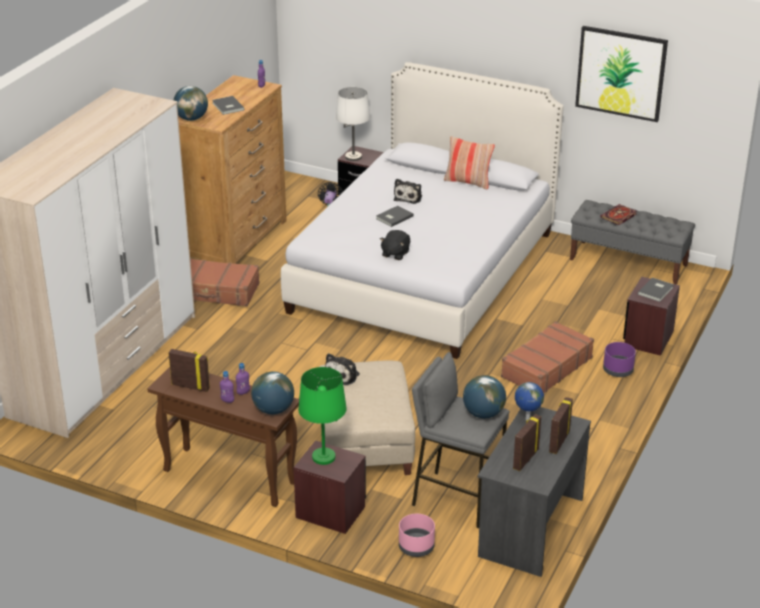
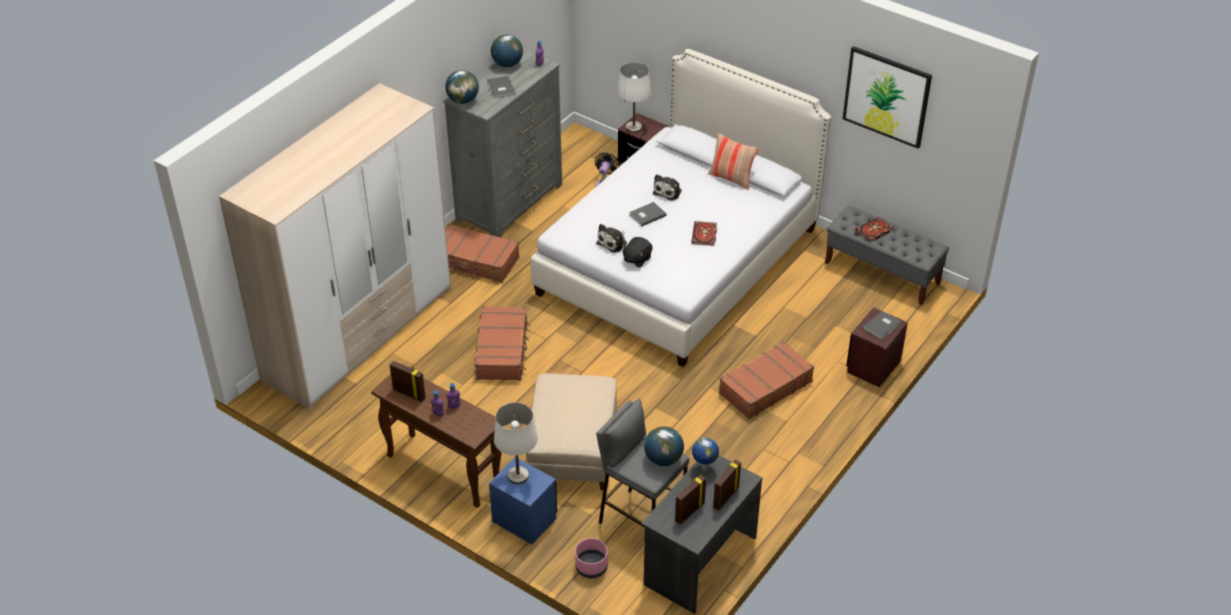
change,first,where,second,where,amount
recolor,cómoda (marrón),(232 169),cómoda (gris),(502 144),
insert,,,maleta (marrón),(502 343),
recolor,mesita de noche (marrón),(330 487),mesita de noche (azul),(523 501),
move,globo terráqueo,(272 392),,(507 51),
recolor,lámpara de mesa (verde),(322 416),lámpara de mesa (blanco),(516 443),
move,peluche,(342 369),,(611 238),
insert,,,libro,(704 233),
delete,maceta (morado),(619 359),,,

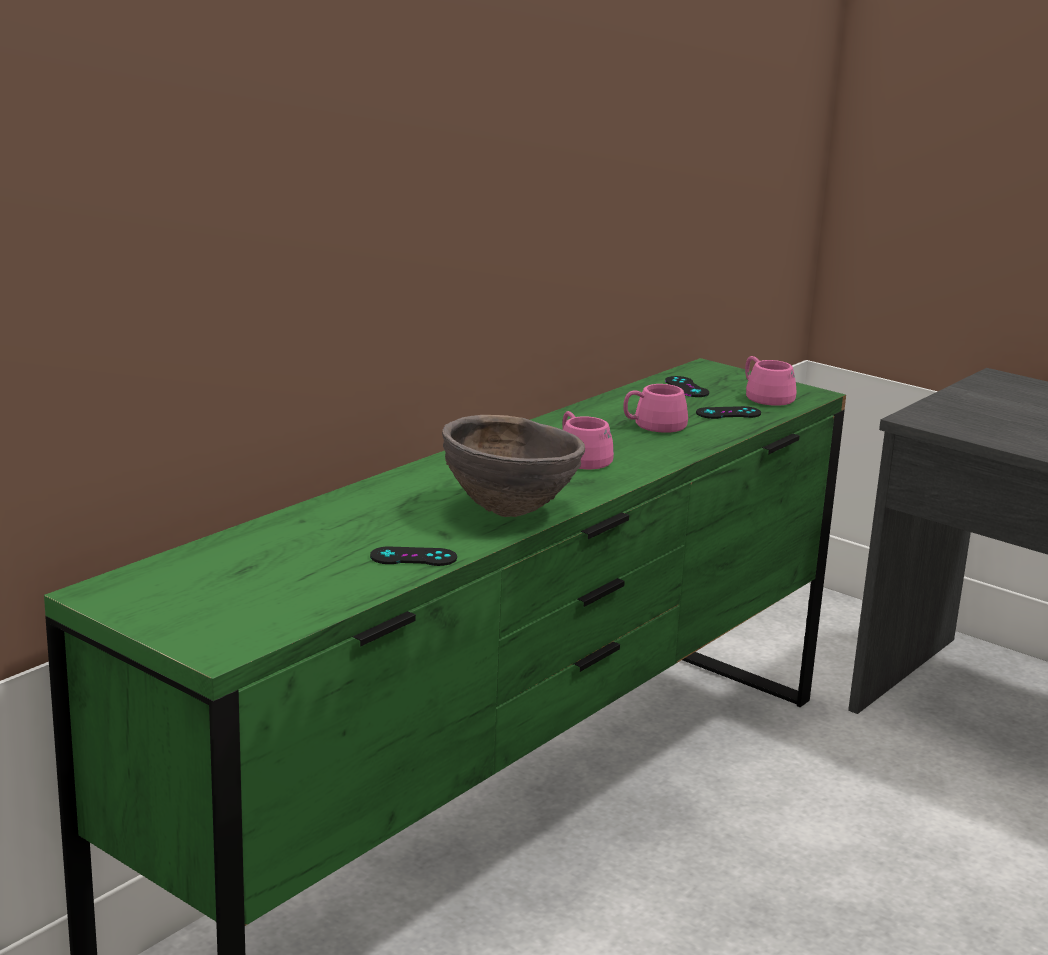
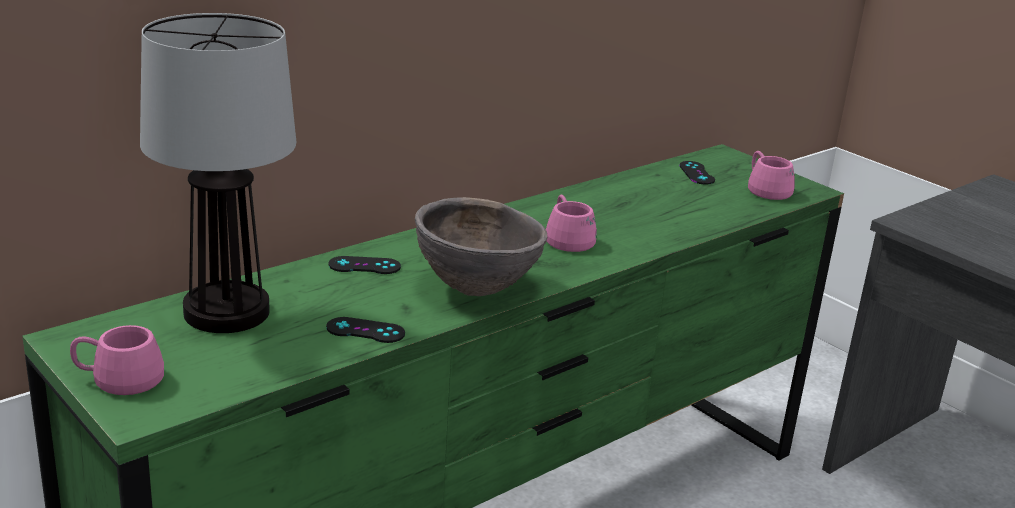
change,first,where,second,where,amount
move,taza grande (rosa),(655 408),,(117 360),
insert,,,lámpara de mesa,(218 173),
move,mando de consola (negro),(728 412),,(365 265),

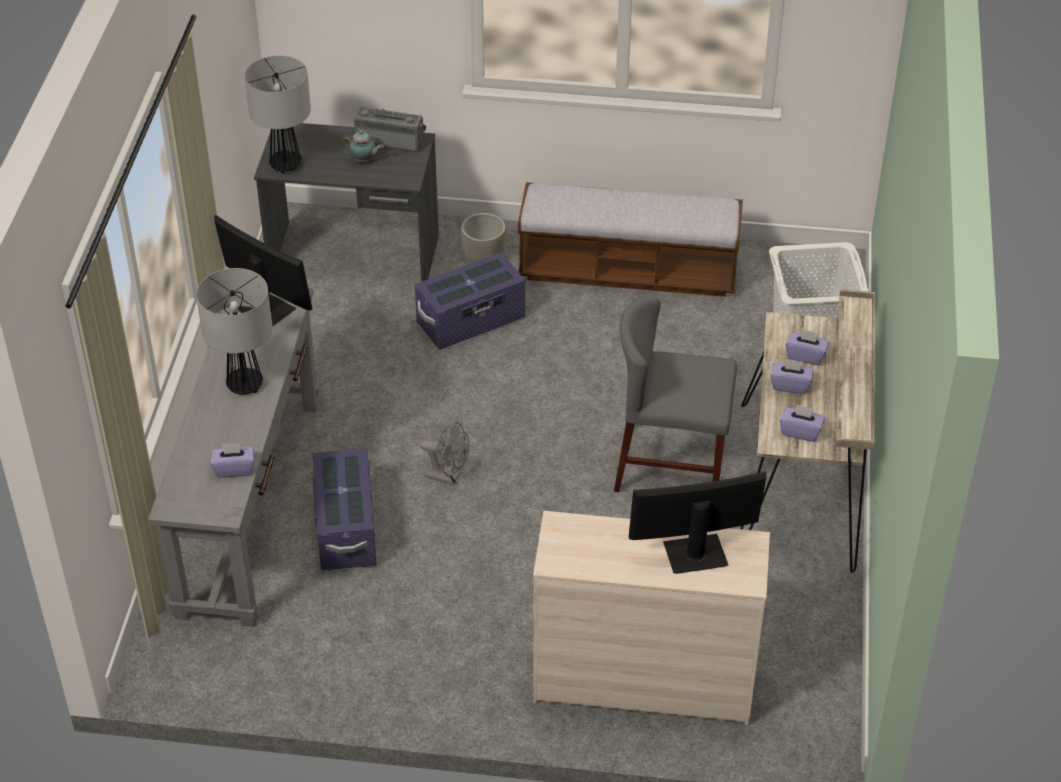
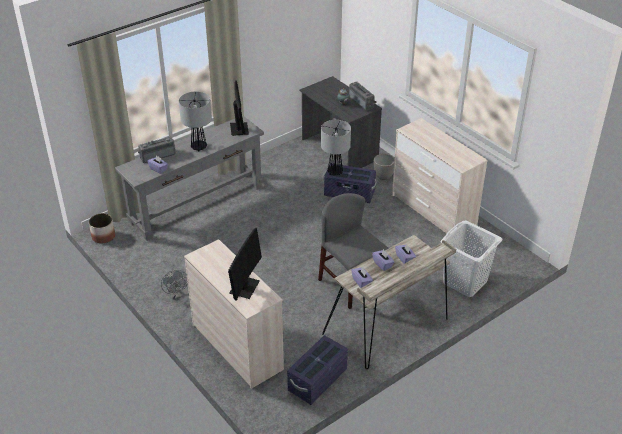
change,first,where,second,where,amount
insert,,,maceta,(102 228),
insert,,,radio,(156 149),
move,ventilador (gris),(444 453),,(174 285),
rotate,monitor,(697 522),,(245 264),75 degrees clockwise
move,caja de almacenaje (morado),(344 509),,(317 370),
move,lámpara de mesa,(277 114),,(336 147),
replace,banco,(630 239),cómoda (beis),(440 175),

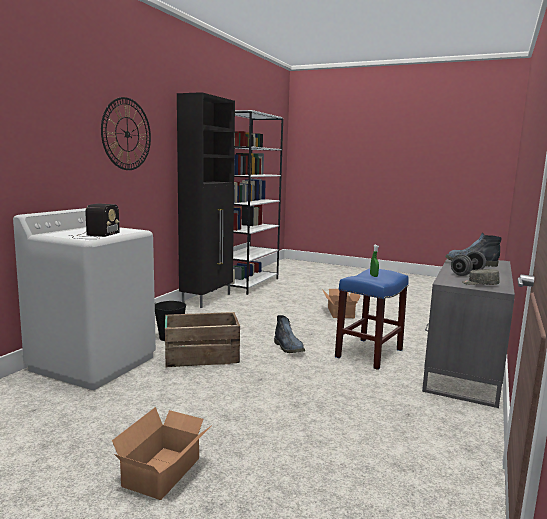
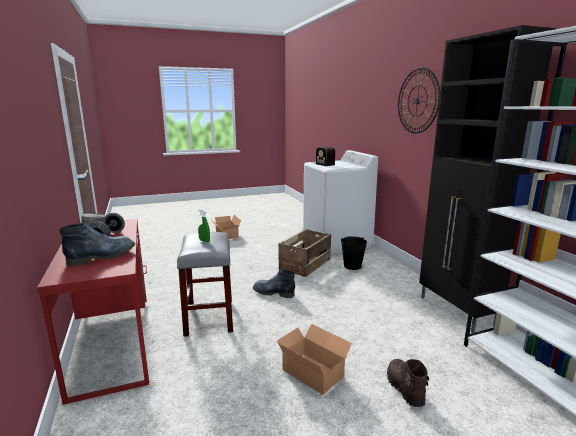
change,first,where,second,where,amount
recolor,escritorio (gris),(468 333),escritorio (rojo),(93 312),
recolor,taburete (azul),(372 319),taburete (gris),(205 284),
insert,,,bota (marrón),(408 383),

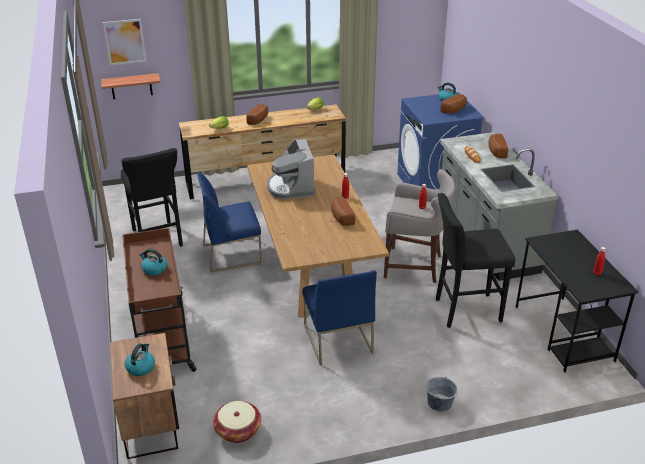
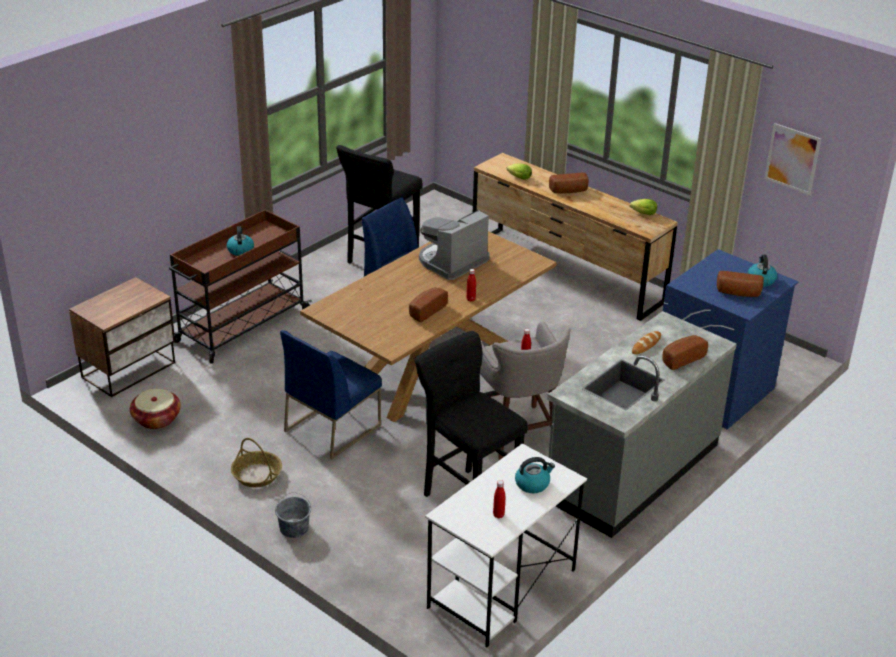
change,first,where,second,where,amount
insert,,,cesta,(256 462),
recolor,escritorio (negro),(577 301),escritorio (blanco),(506 545),
move,hervidor,(140 359),,(535 475),
move,cuadro,(125 42),,(792 159),
delete,estante,(131 86),,,

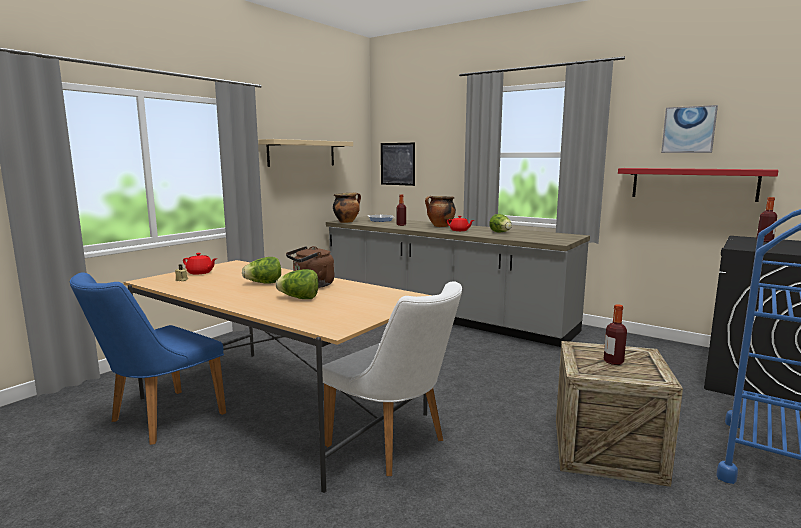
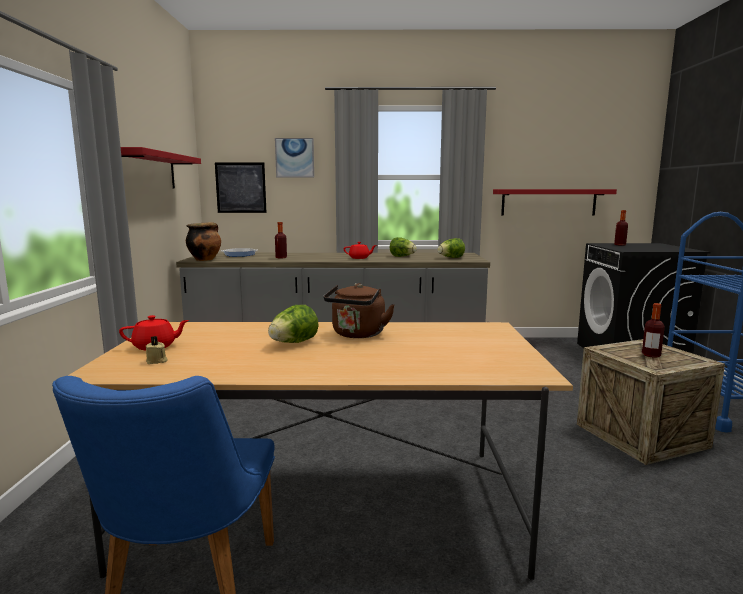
change,first,where,second,where,amount
recolor,estante (beis),(305 153),estante (rojo),(161 167),
move,cuadro,(689 129),,(294 158),
move,lechuga,(297 284),,(451 248),
delete,silla (blanco),(392 378),,,
delete,olla,(440 211),,,

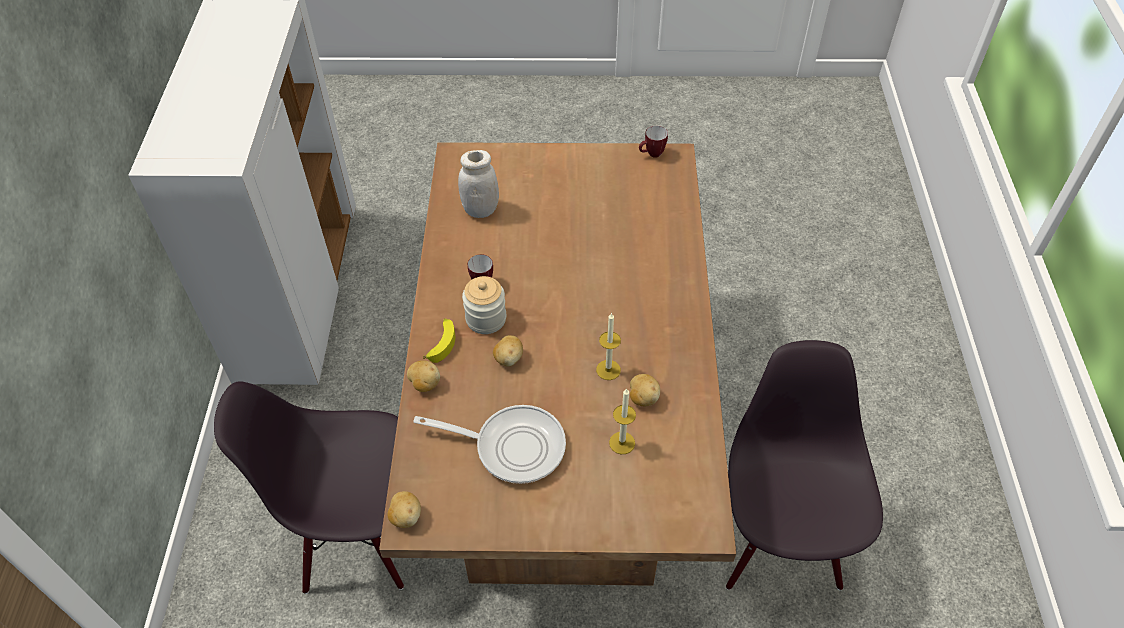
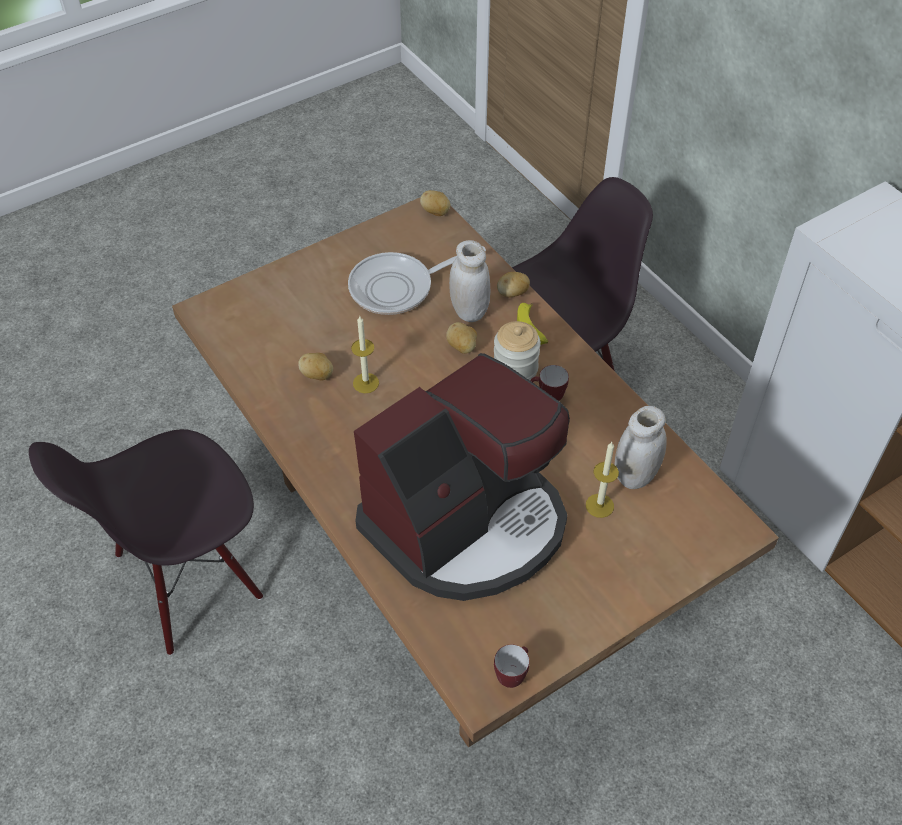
change,first,where,second,where,amount
rotate,silla (negro),(804 465),,(146 542),90 degrees clockwise
insert,,,cafetera,(462 477),
insert,,,tarro (blanco),(469 281),
move,vela,(622 421),,(602 480),

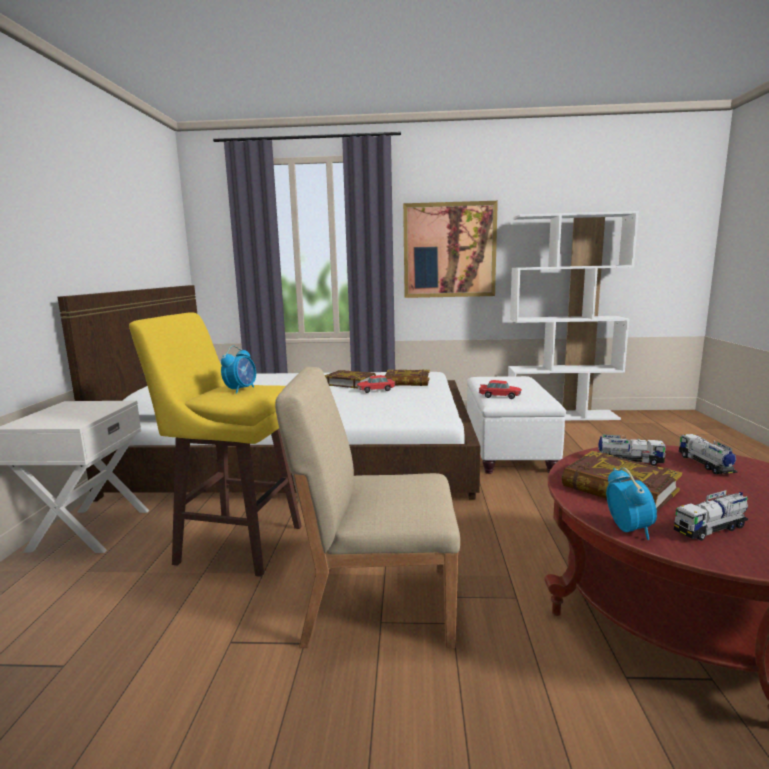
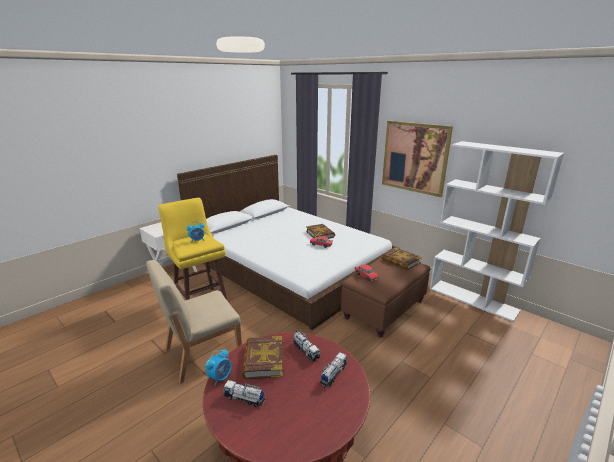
change,first,where,second,where,amount
rotate,silla (beis),(367 507),,(194 322),75 degrees counterclockwise
recolor,puf (blanco),(516 425),puf (marrón),(386 297),
move,libro,(407 377),,(402 258),

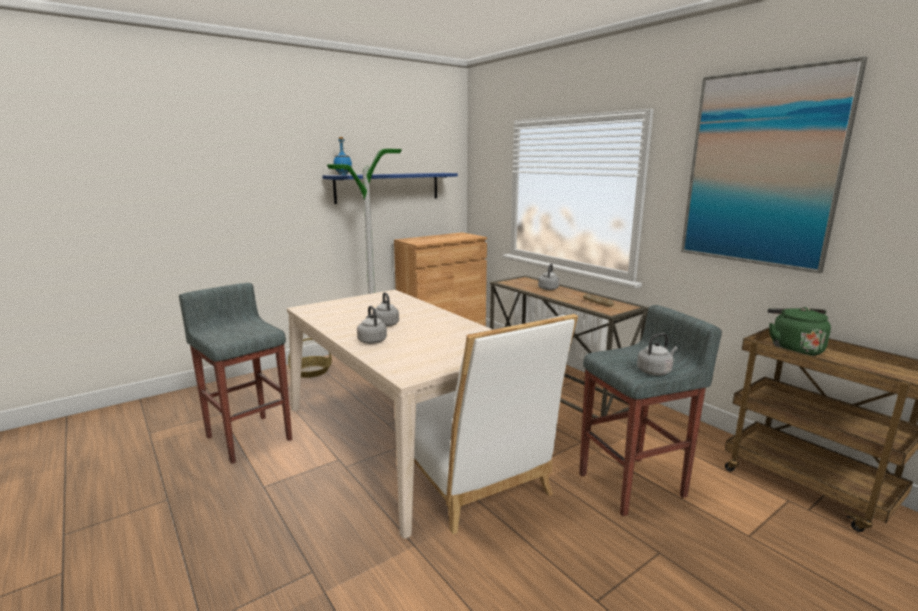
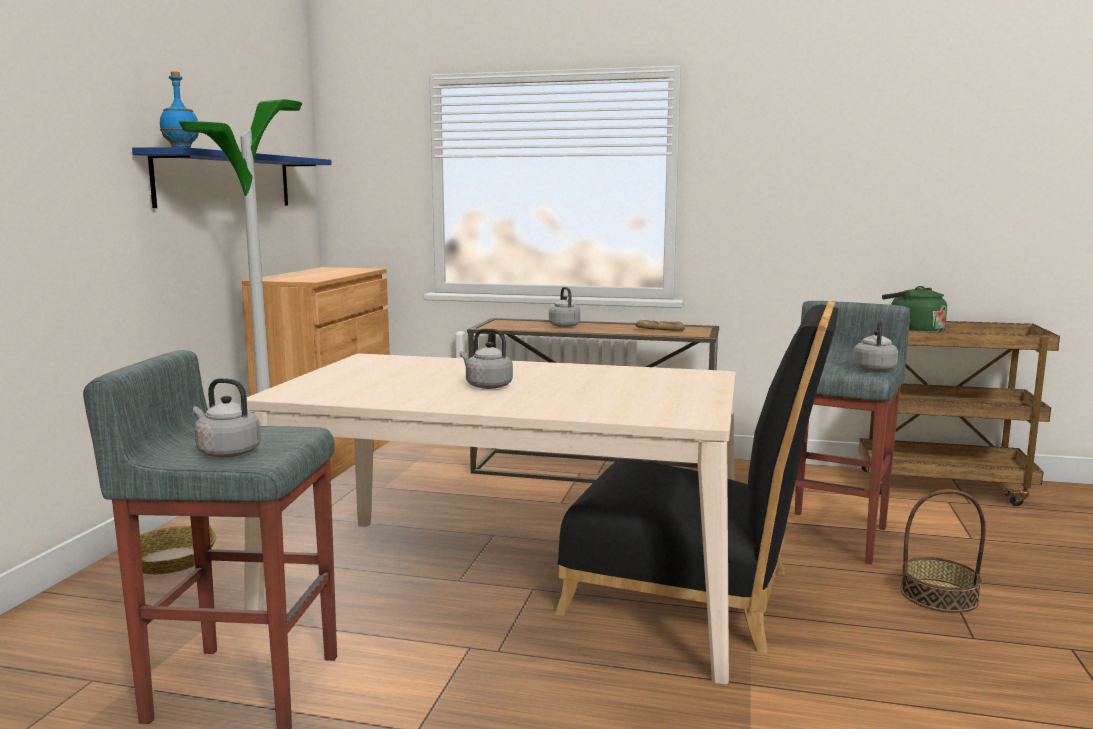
change,first,where,second,where,amount
move,hervidor (gris),(372 325),,(227 418),
recolor,silla (blanco),(487 424),silla (negro),(696 477),
insert,,,cesta,(943 551),
delete,cuadro,(774 164),,,

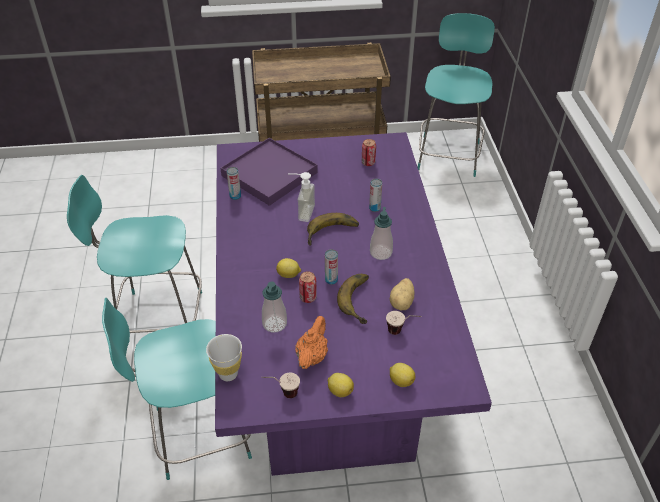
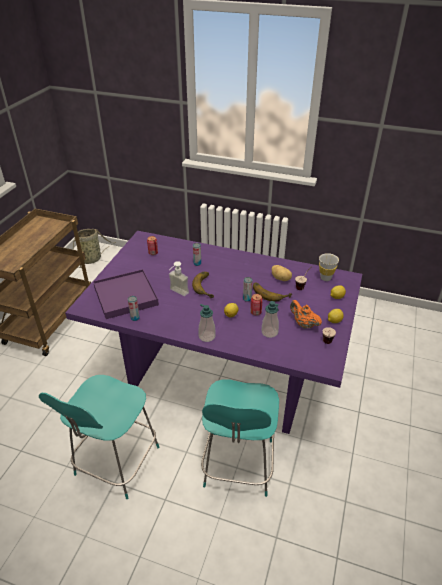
change,first,where,second,where,amount
replace,silla (turquesa),(456 95),cesta,(94 248),
move,dispensador de jabón,(381 233),,(206 323),
move,taza (blanco),(224 357),,(329 267),

